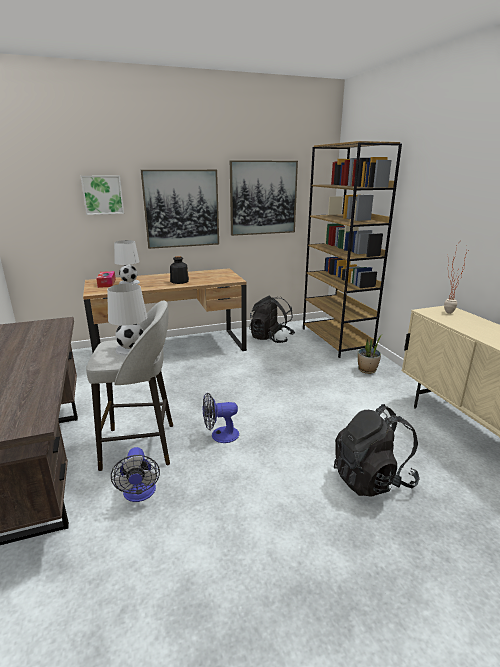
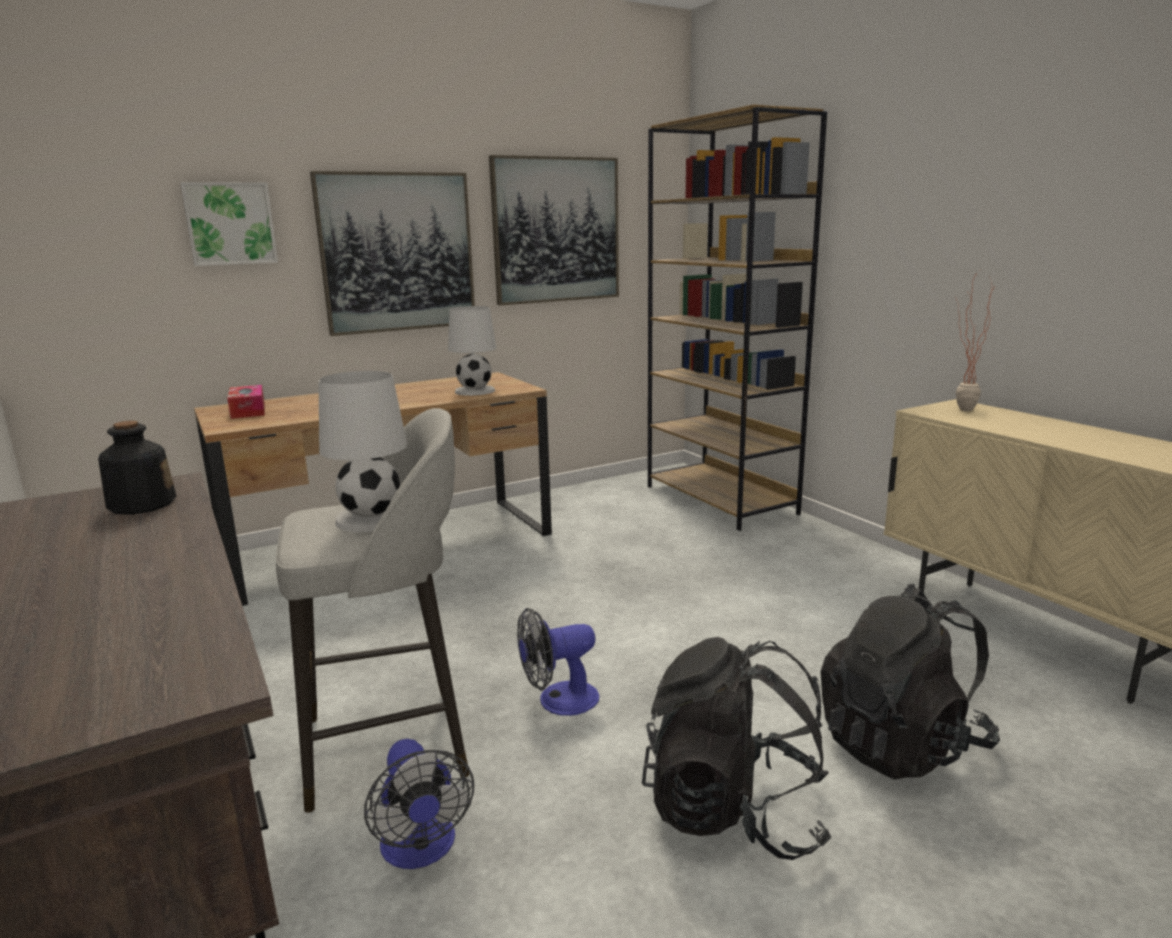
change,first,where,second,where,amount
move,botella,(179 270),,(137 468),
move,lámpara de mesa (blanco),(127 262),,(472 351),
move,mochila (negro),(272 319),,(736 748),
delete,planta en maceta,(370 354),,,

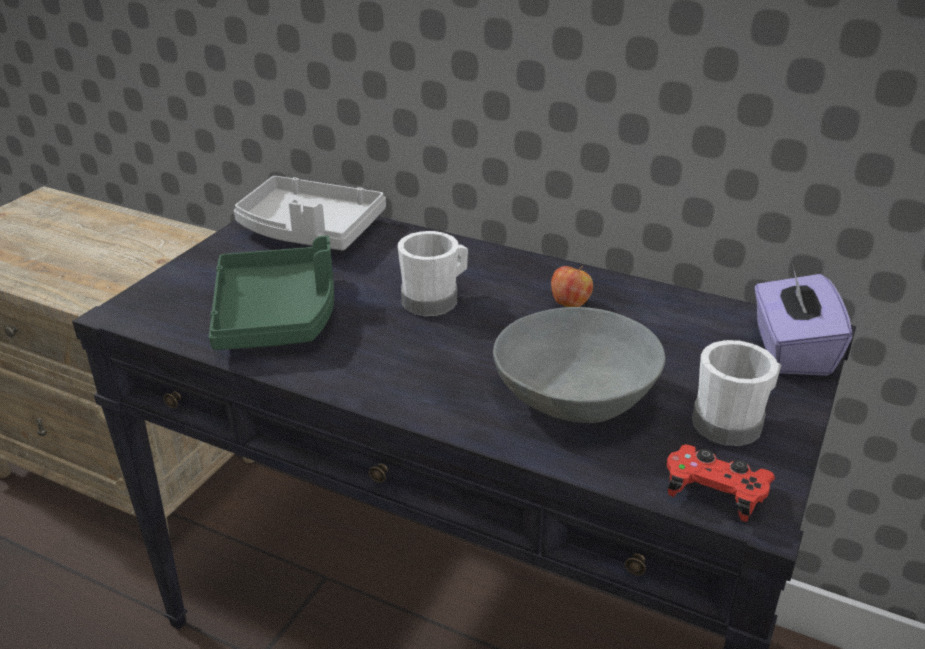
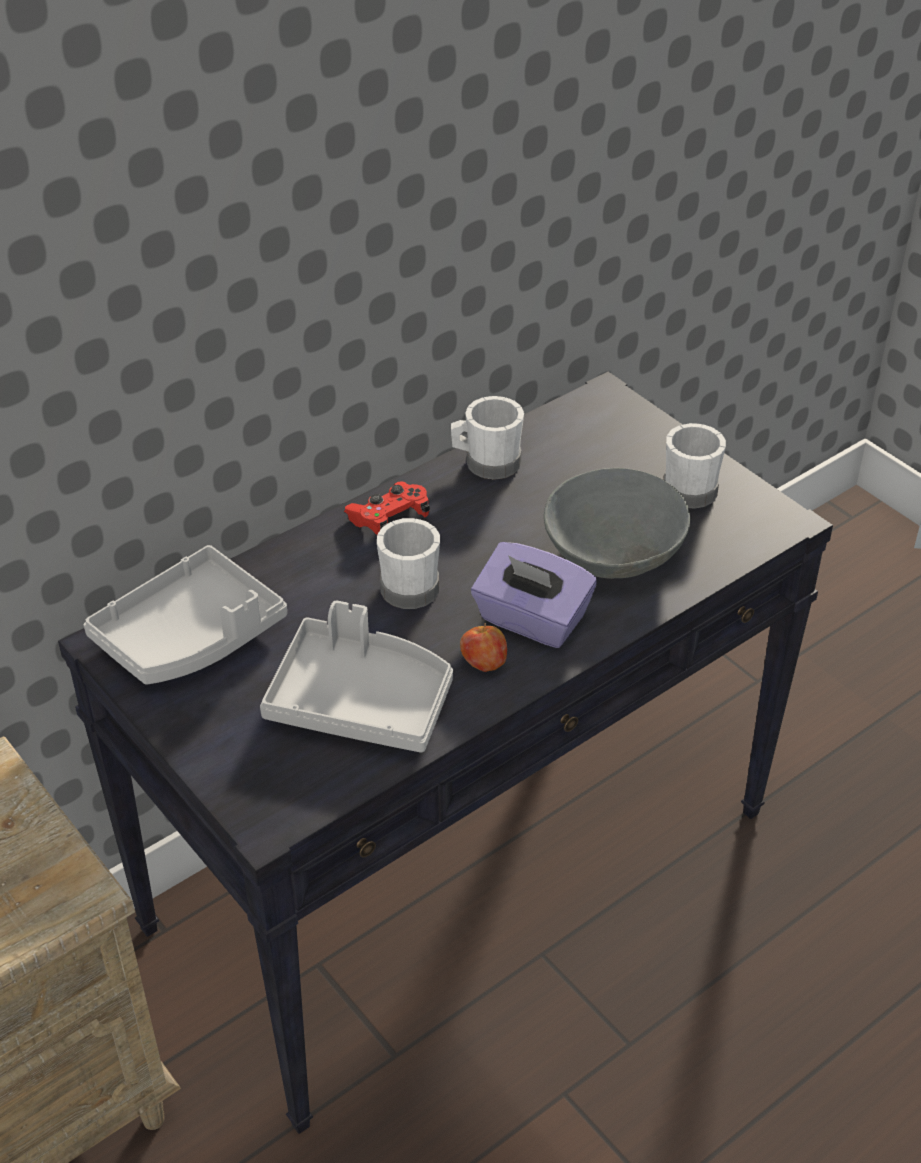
change,first,where,second,where,amount
recolor,bandeja (verde),(271 293),bandeja (gris),(356 676),
move,mando de consola (rojo),(721 483),,(387 508),
insert,,,taza grande (blanco),(487 438),
move,manzana,(572 286),,(483 647),
move,caja de pañuelos (morado),(803 319),,(534 595),

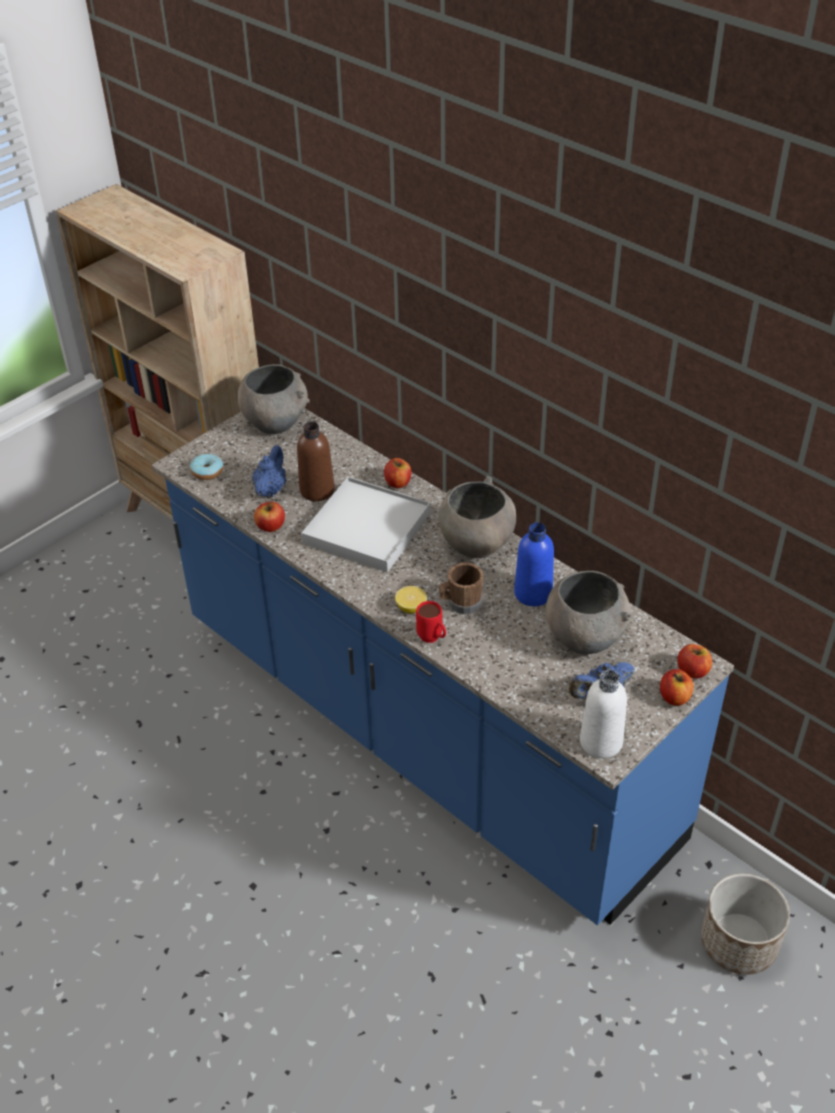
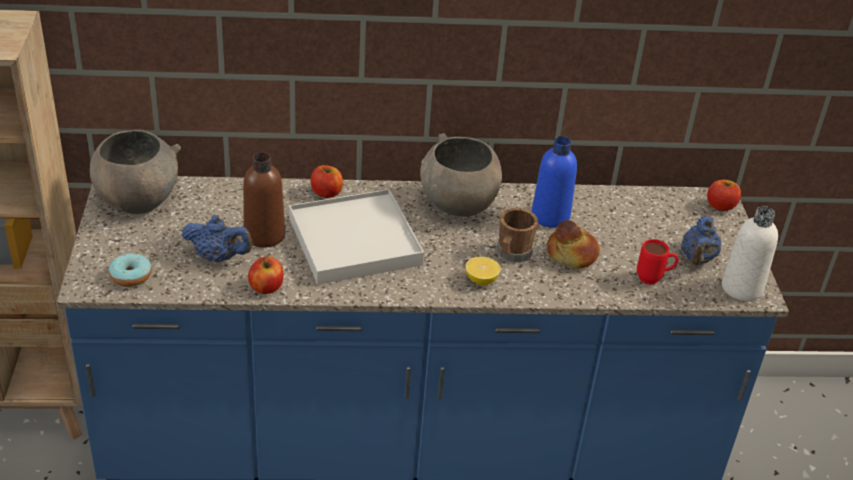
change,first,where,second,where,amount
rotate,tetera (azul),(269 471),,(217 238),135 degrees clockwise
insert,,,pan,(573 244),
move,taza grande (rojo),(431 622),,(658 262),
delete,cuenco (gris),(589 612),,,
delete,manzana,(677 687),,,
delete,maceta,(745 924),,,

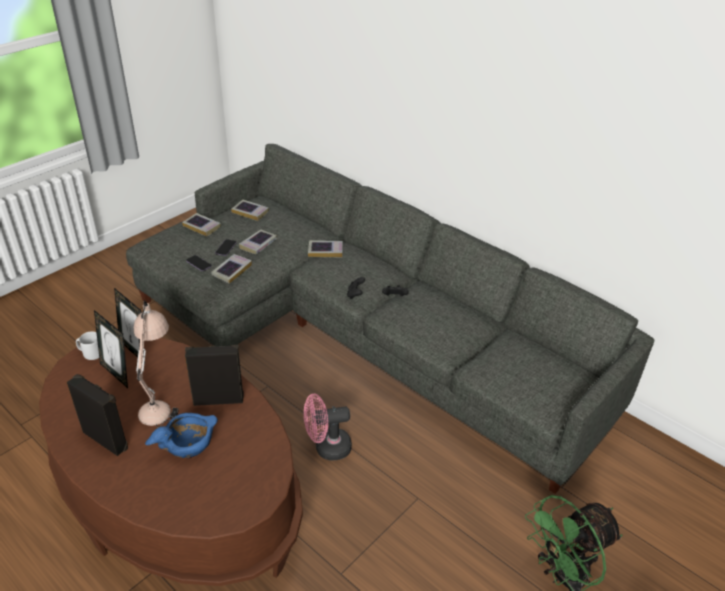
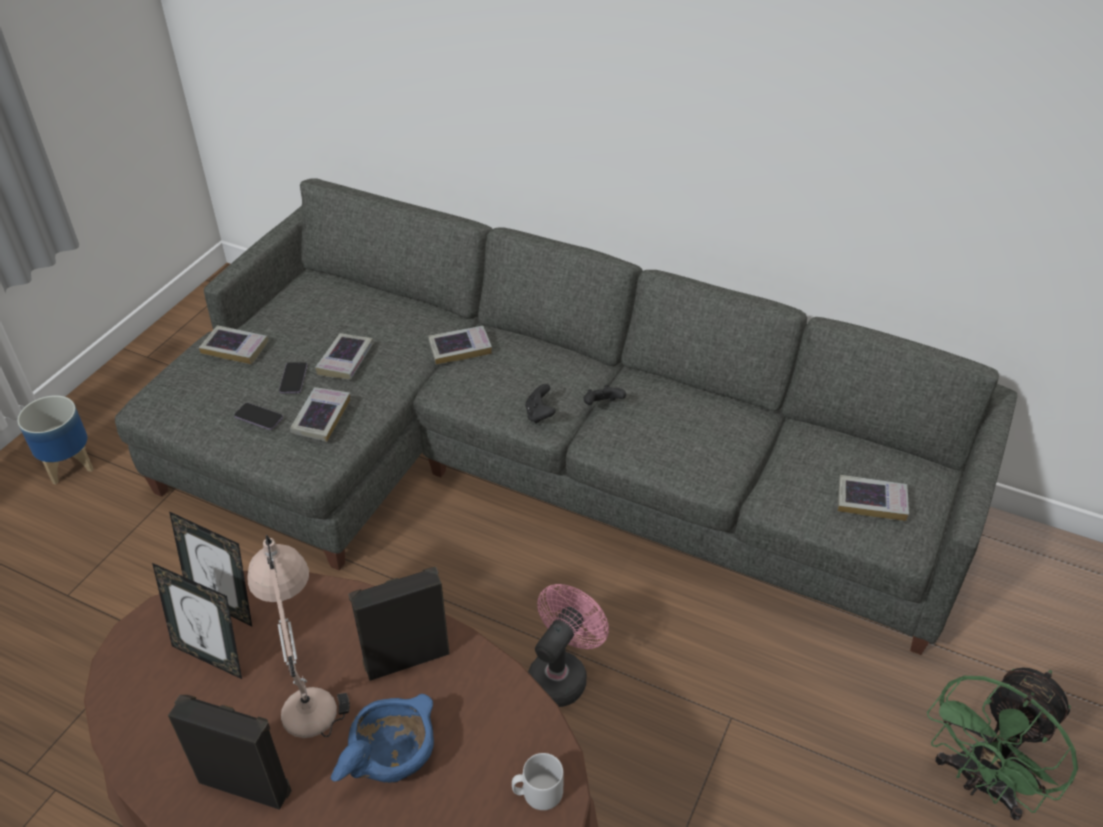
change,first,where,second,where,amount
insert,,,maceta,(55 439),
move,taza grande (gris),(87 345),,(538 781),
rotate,ventilador (rosa),(328 426),,(568 645),150 degrees clockwise
move,libro,(250 210),,(873 498),

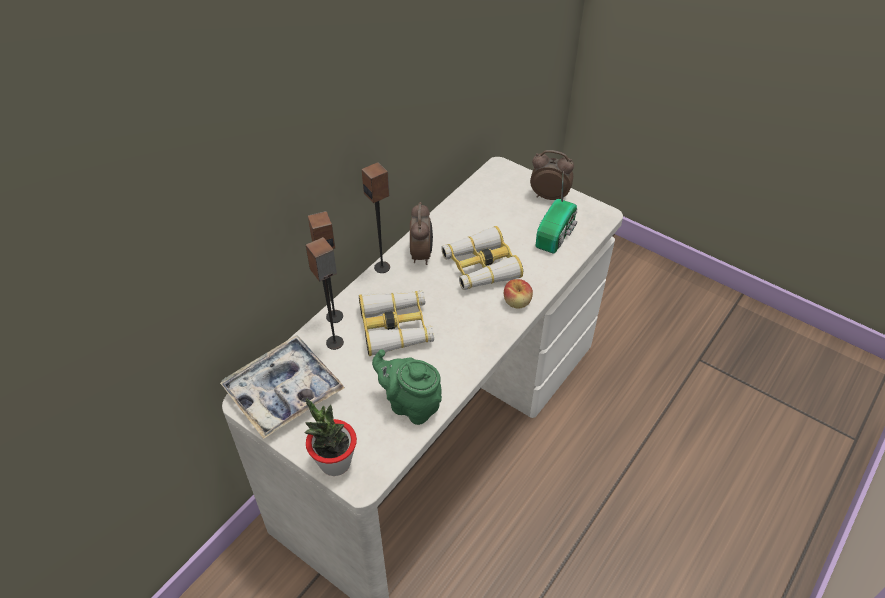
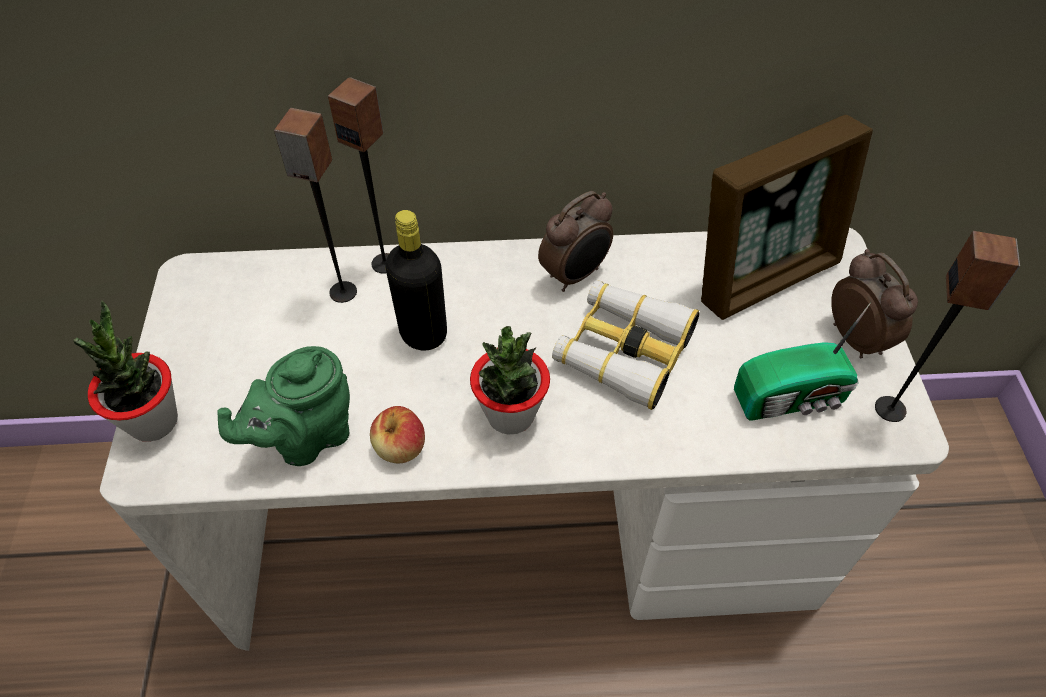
change,first,where,second,where,amount
rotate,tetera (verde),(407 387),,(283 406),120 degrees counterclockwise
move,manzana,(518 294),,(397 434),
replace,prismáticos,(396 323),botella (negro),(416 280),
insert,,,planta en maceta,(510 380),
insert,,,portarretratos,(787 217),
move,altavoz,(376 217),,(947 326),
delete,bandeja,(282 387),,,

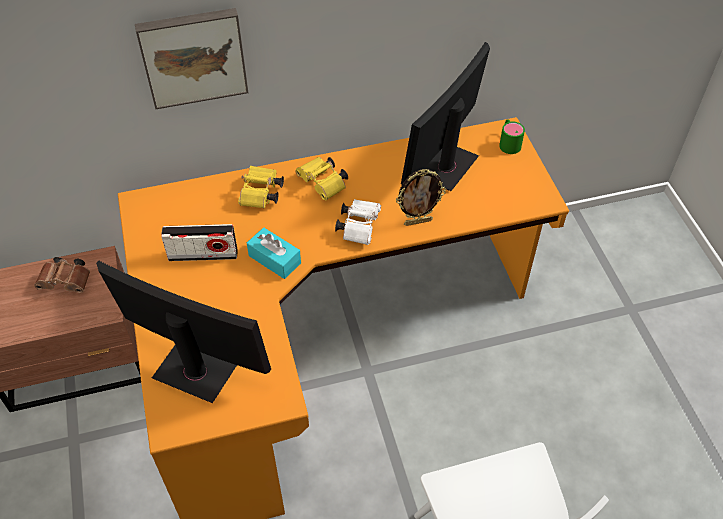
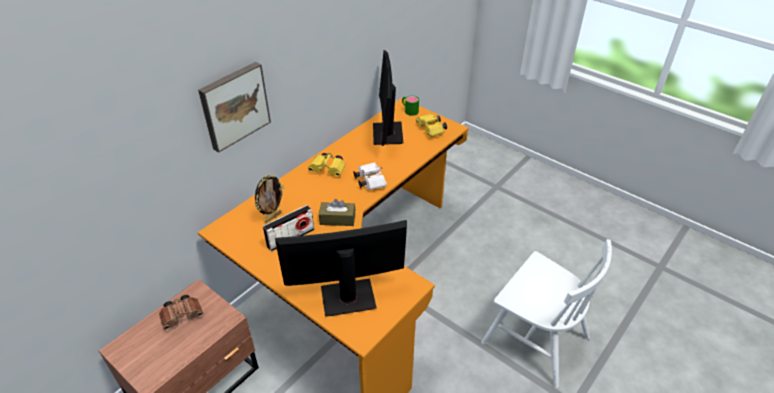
change,first,where,second,where,amount
move,portarretratos,(421 197),,(269 198),
recolor,caja de pañuelos (turquesa),(274 253),caja de pañuelos (marrón),(337 212),
move,prismáticos (amarillo),(261 187),,(431 126),

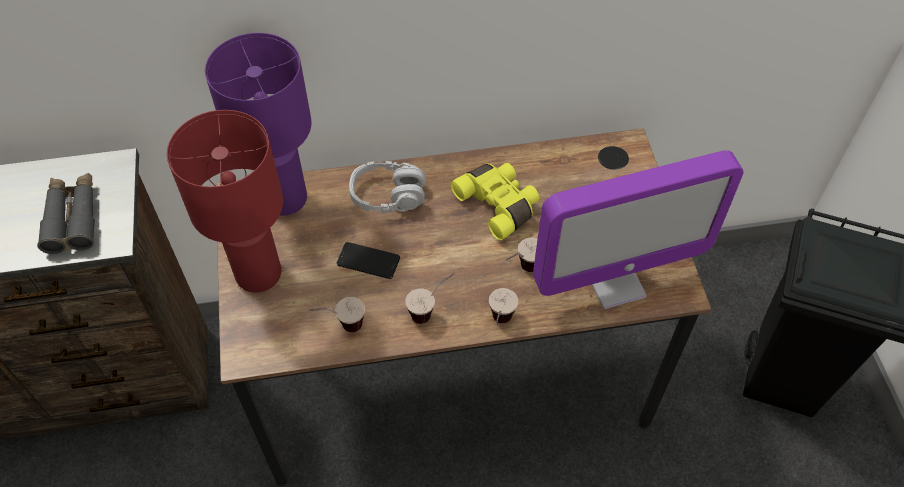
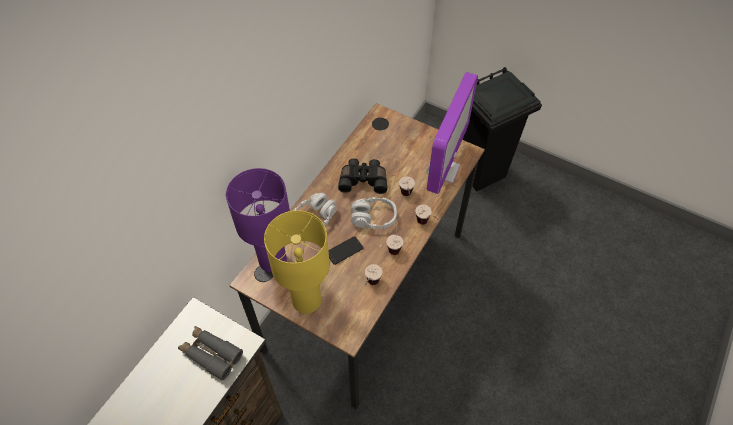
change,first,where,second,where,amount
recolor,lámpara de mesa (rojo),(225 201),lámpara de mesa (amarillo),(297 262),
recolor,prismáticos (amarillo),(495 201),prismáticos (negro),(362 176),
insert,,,auriculares (gris),(374 213),

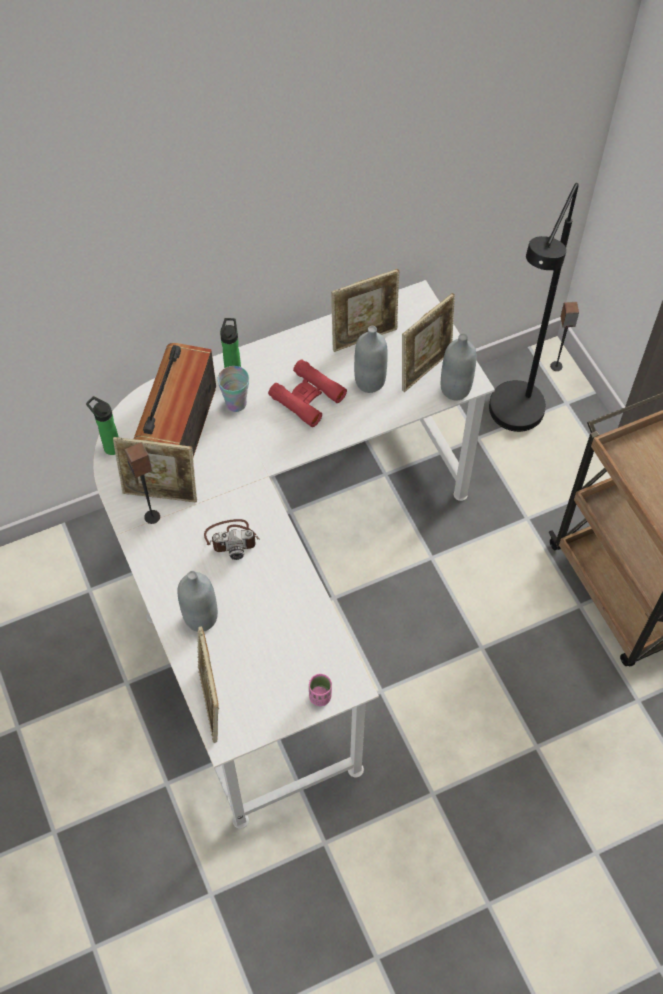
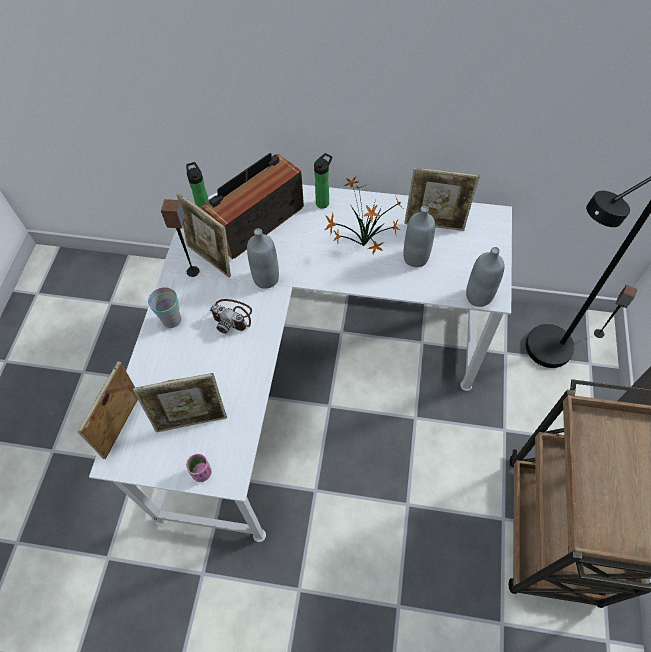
change,first,where,second,where,amount
move,portarretratos,(428 342),,(180 402),
move,taza,(233 389),,(164 307),
move,botella (gris),(197 601),,(263 258),
replace,prismáticos (rojo),(307 393),planta en maceta,(364 215),

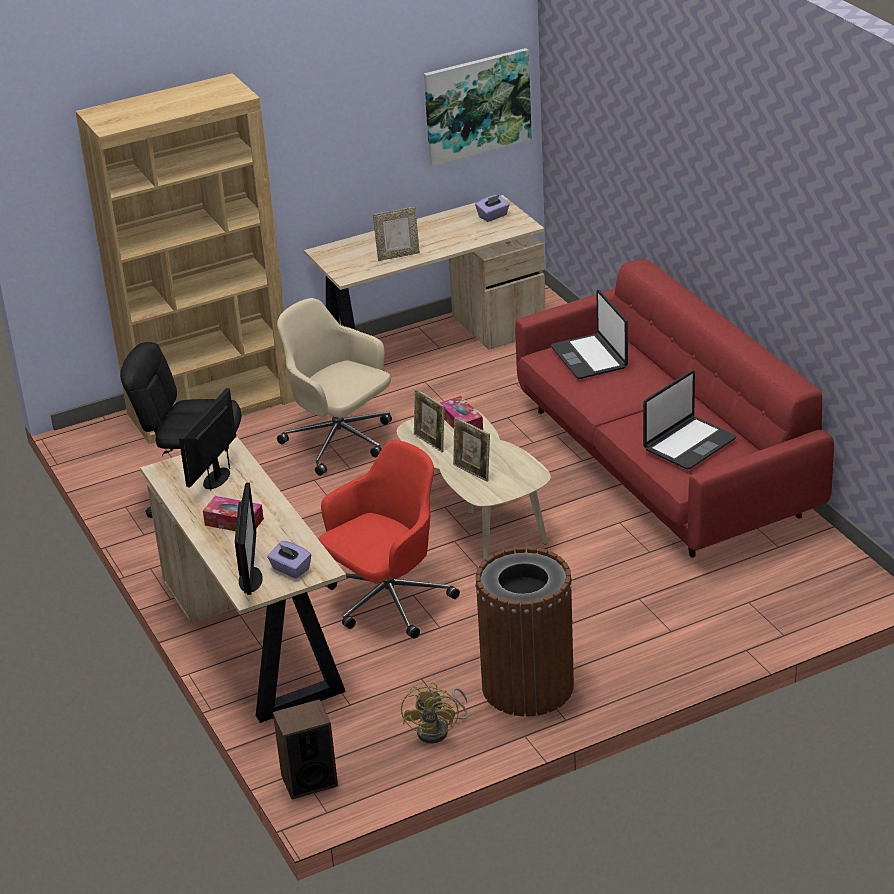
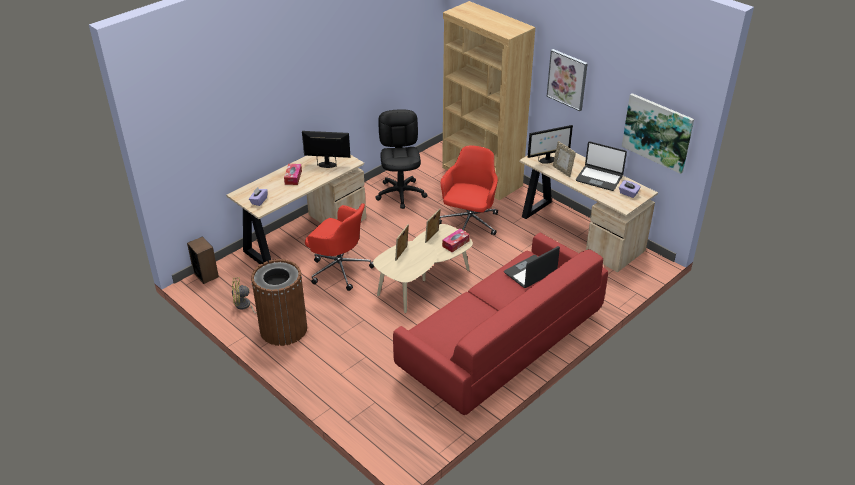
change,first,where,second,where,amount
recolor,silla de oficina (beis),(334 387),silla de oficina (rojo),(468 190),
move,monitor,(249 538),,(550 144),
insert,,,cuadro,(567 80),
move,portátil,(689 419),,(601 166),

